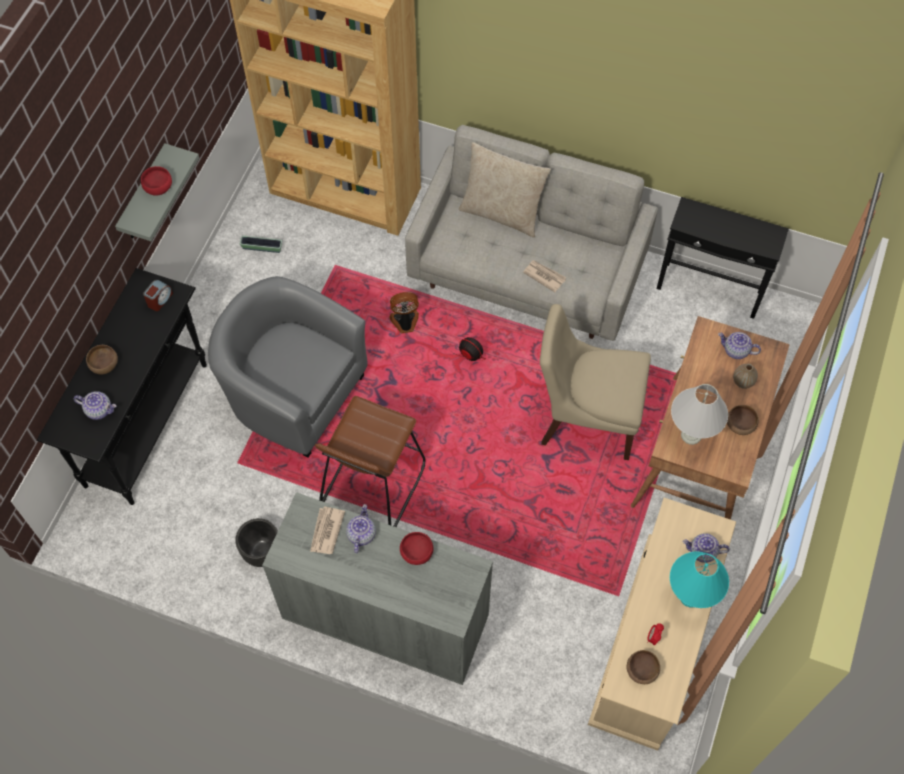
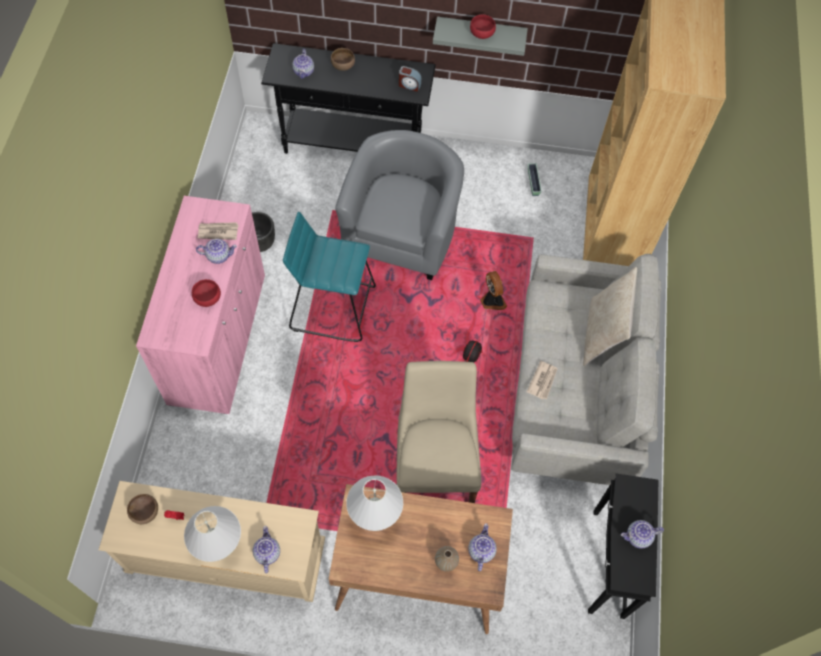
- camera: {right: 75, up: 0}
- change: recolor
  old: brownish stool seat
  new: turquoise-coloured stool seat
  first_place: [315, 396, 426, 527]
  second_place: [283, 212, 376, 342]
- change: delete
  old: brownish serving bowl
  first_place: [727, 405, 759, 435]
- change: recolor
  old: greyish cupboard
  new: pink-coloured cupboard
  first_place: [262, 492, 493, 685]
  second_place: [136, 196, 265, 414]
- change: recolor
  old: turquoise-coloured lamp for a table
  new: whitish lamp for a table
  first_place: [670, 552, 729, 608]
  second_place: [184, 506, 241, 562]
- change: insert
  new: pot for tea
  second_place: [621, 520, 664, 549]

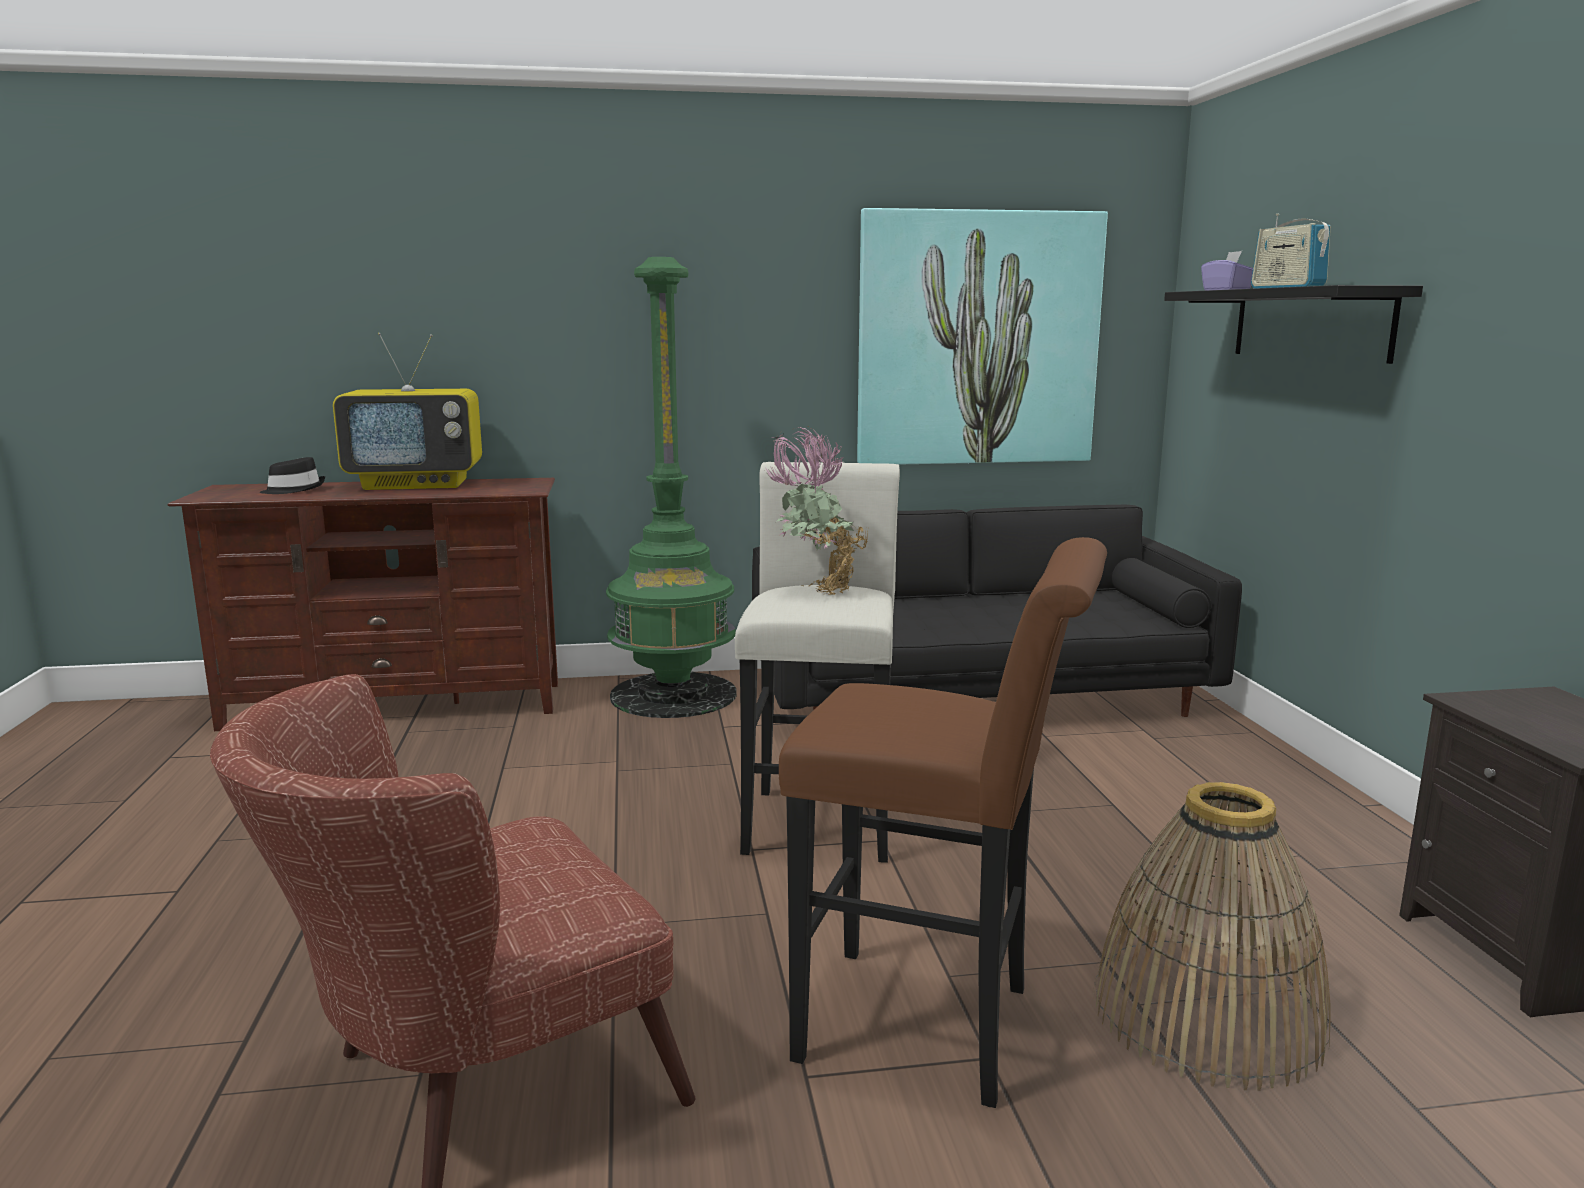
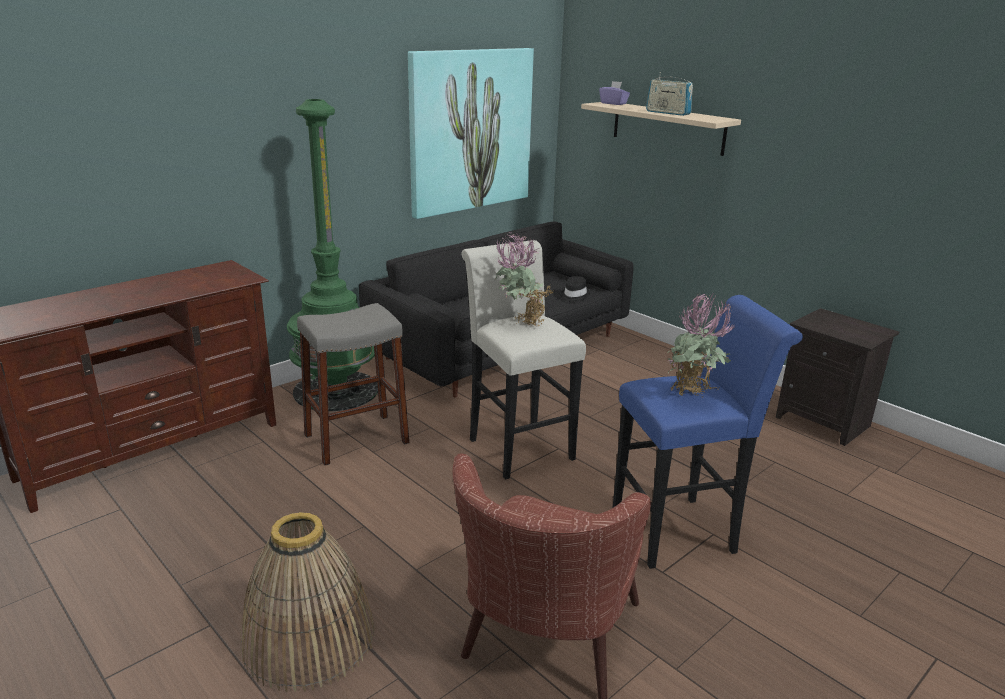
- camera: {right: -35, up: 10}
- change: recolor
  old: black-coloured bracket shelf
  new: beige-coloured bracket shelf
  first_place: [1164, 285, 1423, 364]
  second_place: [581, 102, 741, 156]
- change: delete
  old: TV set
  first_place: [333, 333, 482, 490]
- change: move
  old: black-coloured clothing hat
  first_place: [260, 457, 325, 494]
  second_place: [560, 276, 590, 302]
- change: recolor
  old: brownish stool seat
  new: blue-coloured stool seat
  first_place: [779, 537, 1107, 1108]
  second_place: [612, 295, 803, 569]
- change: move
  old: storage basket
  first_place: [1093, 782, 1330, 1091]
  second_place: [240, 512, 375, 692]
- change: insert
  new: potted plant
  second_place: [667, 290, 735, 397]
- change: insert
  new: greyish stool seat
  second_place: [297, 303, 410, 466]

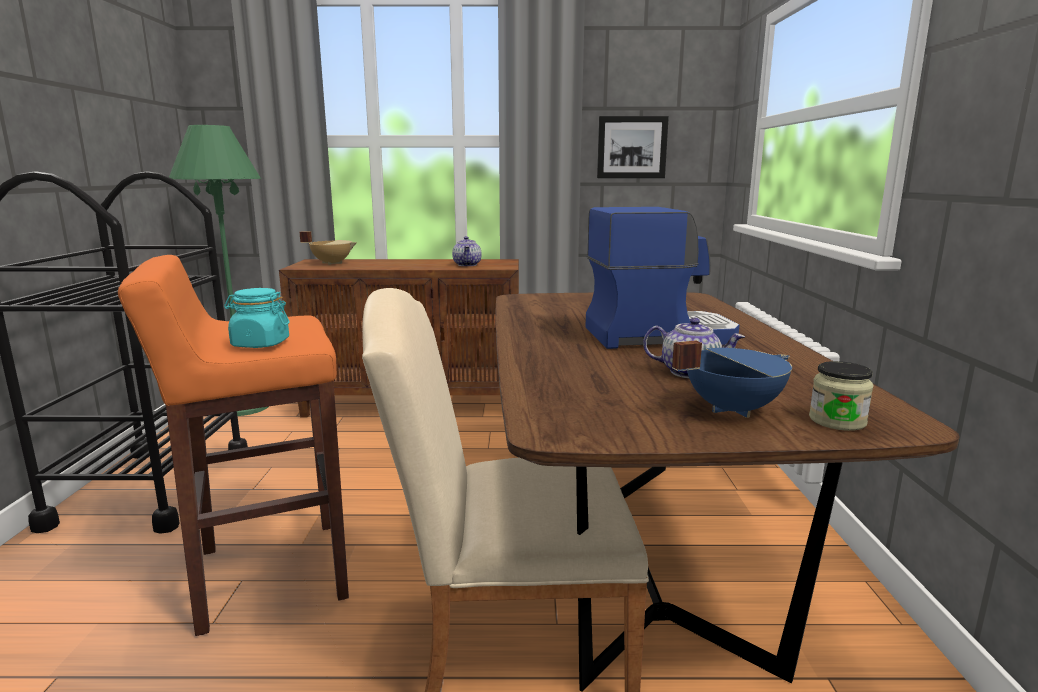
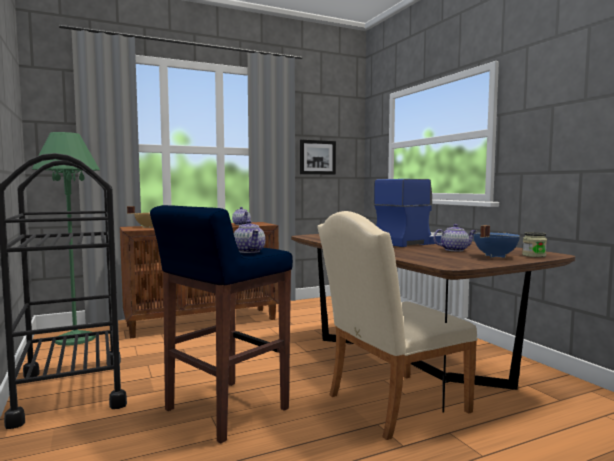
- camera: {right: -25, up: -10}
- change: recolor
  old: orange stool seat
  new: blue-coloured stool seat
  first_place: [118, 255, 349, 636]
  second_place: [150, 205, 293, 443]
- change: replace
  old: turquoise-coloured jar
  new: pot for tea
  first_place: [224, 288, 289, 348]
  second_place: [234, 220, 265, 253]

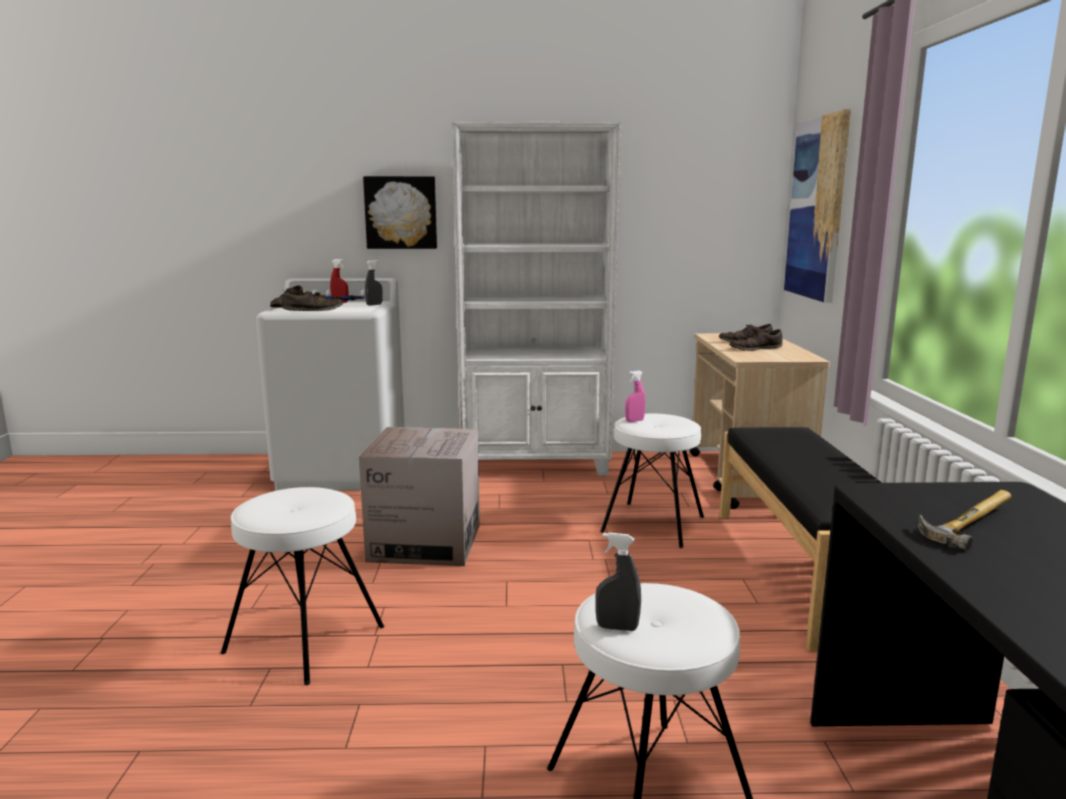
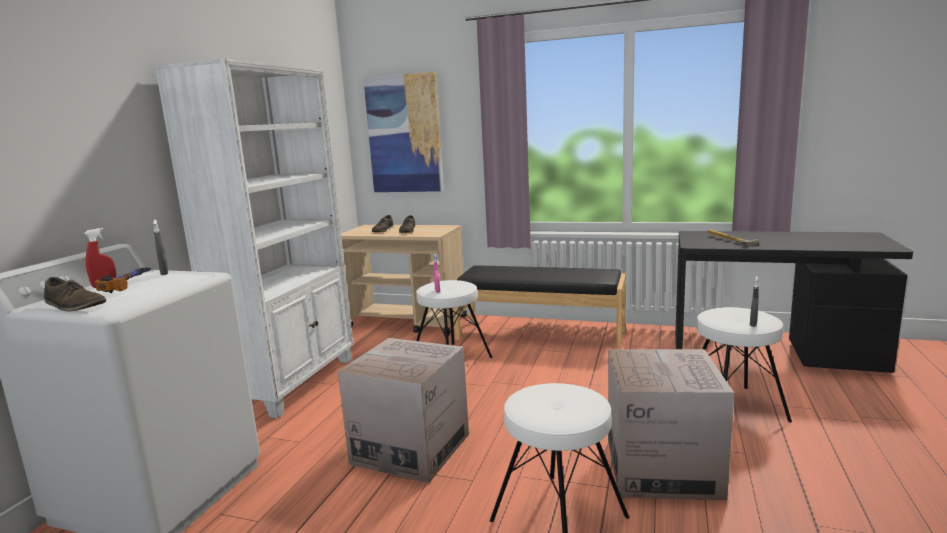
- camera: {right: -70, up: 0}
- change: delete
  old: wall picture
  first_place: [363, 176, 437, 249]
- change: delete
  old: brownish low shoe
  first_place: [282, 291, 343, 311]
- change: insert
  new: cardboard box
  second_place: [608, 349, 734, 500]

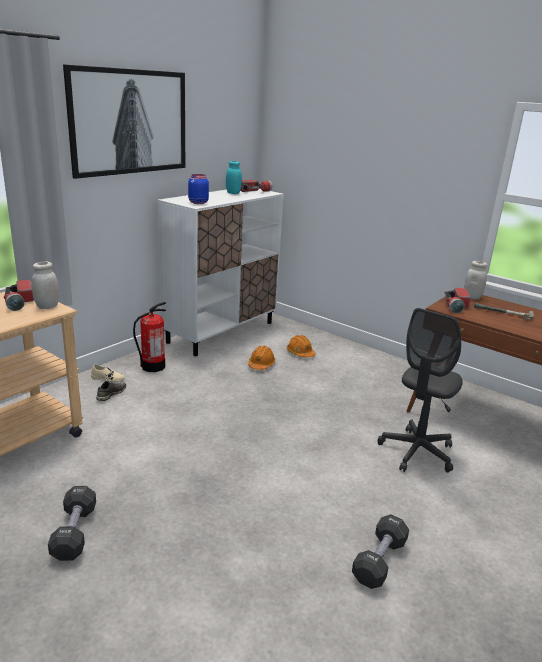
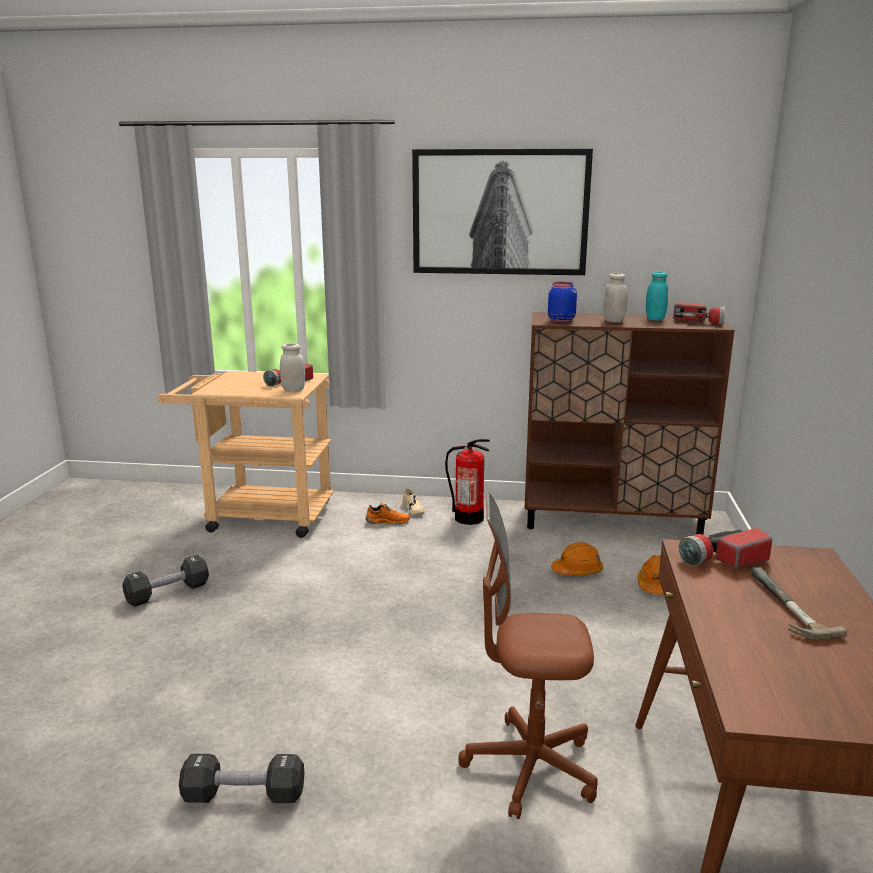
- camera: {right: 60, up: -5}
- change: recolor
  old: whitish cupboard
  new: brownish cupboard
  first_place: [158, 189, 284, 356]
  second_place: [524, 312, 735, 535]
- change: move
  old: whitish jar
  first_place: [464, 261, 488, 300]
  second_place: [604, 273, 628, 323]
- change: recolor
  old: greyish office chair
  new: brownish office chair
  first_place: [377, 308, 463, 473]
  second_place: [459, 493, 598, 819]
- change: recolor
  old: greyish low shoe
  new: orange low shoe
  first_place: [96, 381, 126, 401]
  second_place: [366, 503, 410, 524]

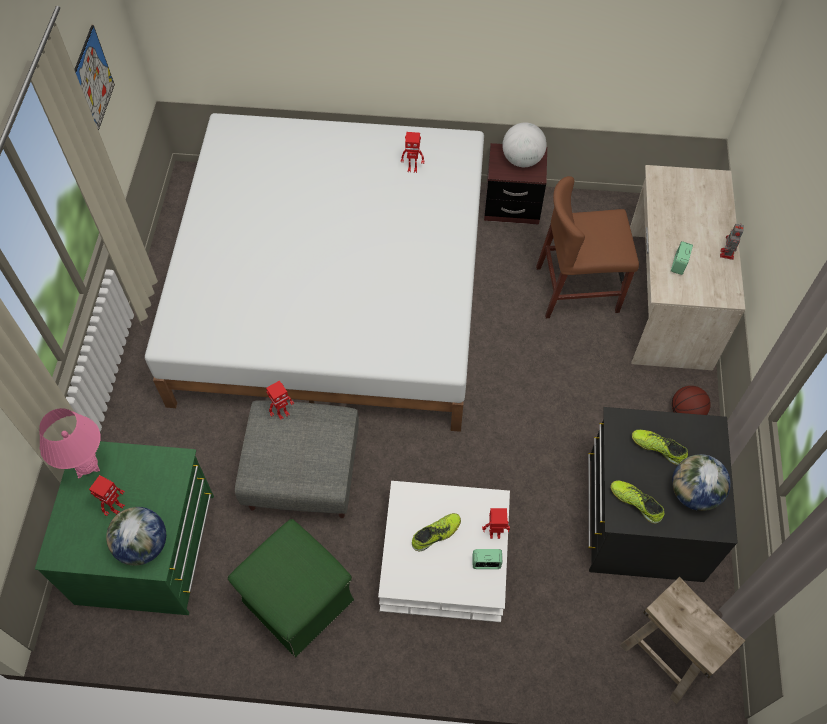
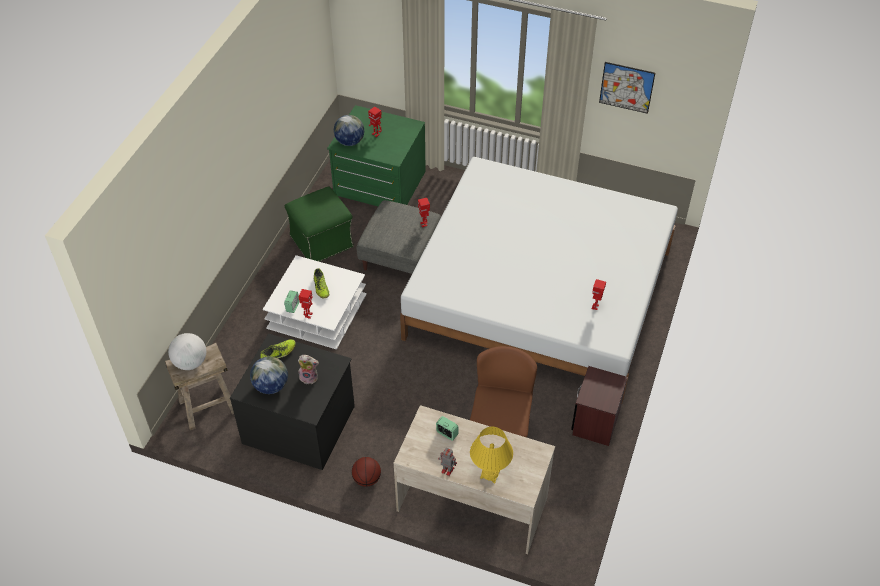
- camera: {right: 105, up: -10}
- change: move
  old: desk globe
  first_place: [502, 122, 547, 167]
  second_place: [168, 333, 206, 370]
- change: delete
  old: pink-coloured lamp for a table
  first_place: [39, 408, 100, 478]
- change: replace
  old: low shoe
  new: plush toy
  first_place: [632, 430, 688, 465]
  second_place: [298, 355, 319, 384]
- change: insert
  new: yellowish lamp for a table
  second_place: [470, 427, 513, 483]

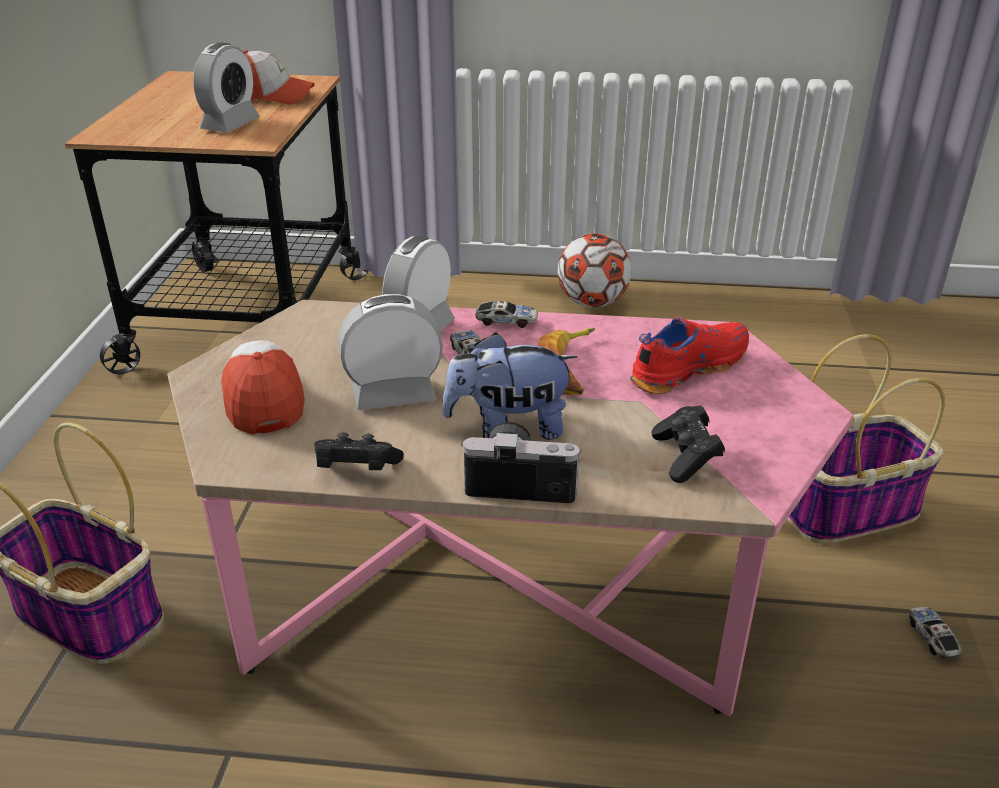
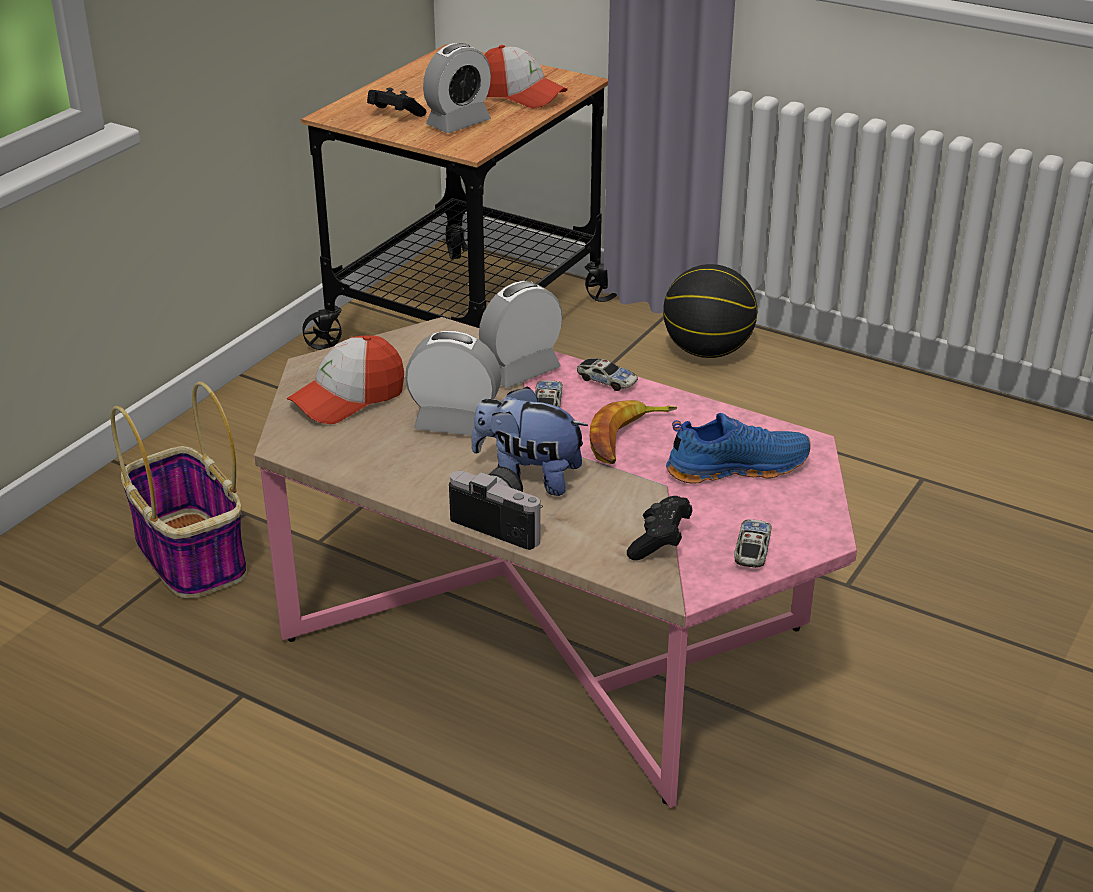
- camera: {right: 25, up: 0}
- change: delete
  old: football ball
  first_place: [557, 233, 632, 308]
- change: recolor
  old: red low shoe
  new: blue-coloured low shoe
  first_place: [630, 317, 749, 394]
  second_place: [666, 413, 811, 484]
- change: delete
  old: storage basket
  first_place: [787, 334, 945, 544]
- change: rotate
  old: peaked cap
  first_place: [221, 340, 305, 434]
  second_place: [287, 335, 404, 424]
  degrees: -135
- change: move
  old: black-coloured gamepad
  first_place: [314, 432, 404, 470]
  second_place: [367, 88, 427, 117]
- change: move
  old: model car
  first_place: [908, 607, 962, 659]
  second_place: [734, 519, 772, 568]
- change: insert
  new: ball for basketball
  second_place: [663, 264, 757, 358]

